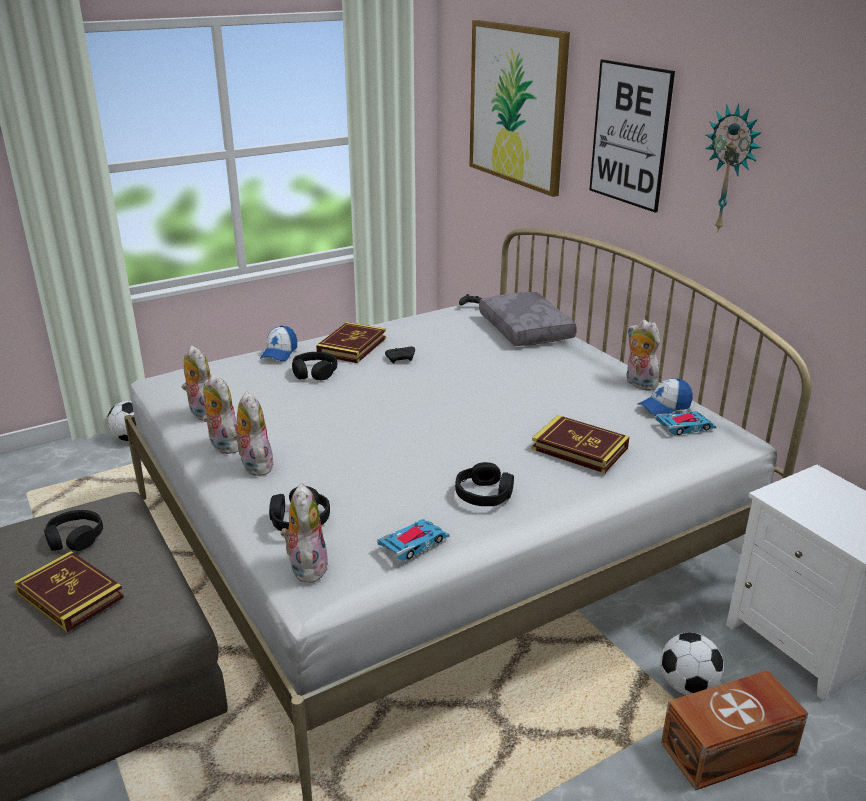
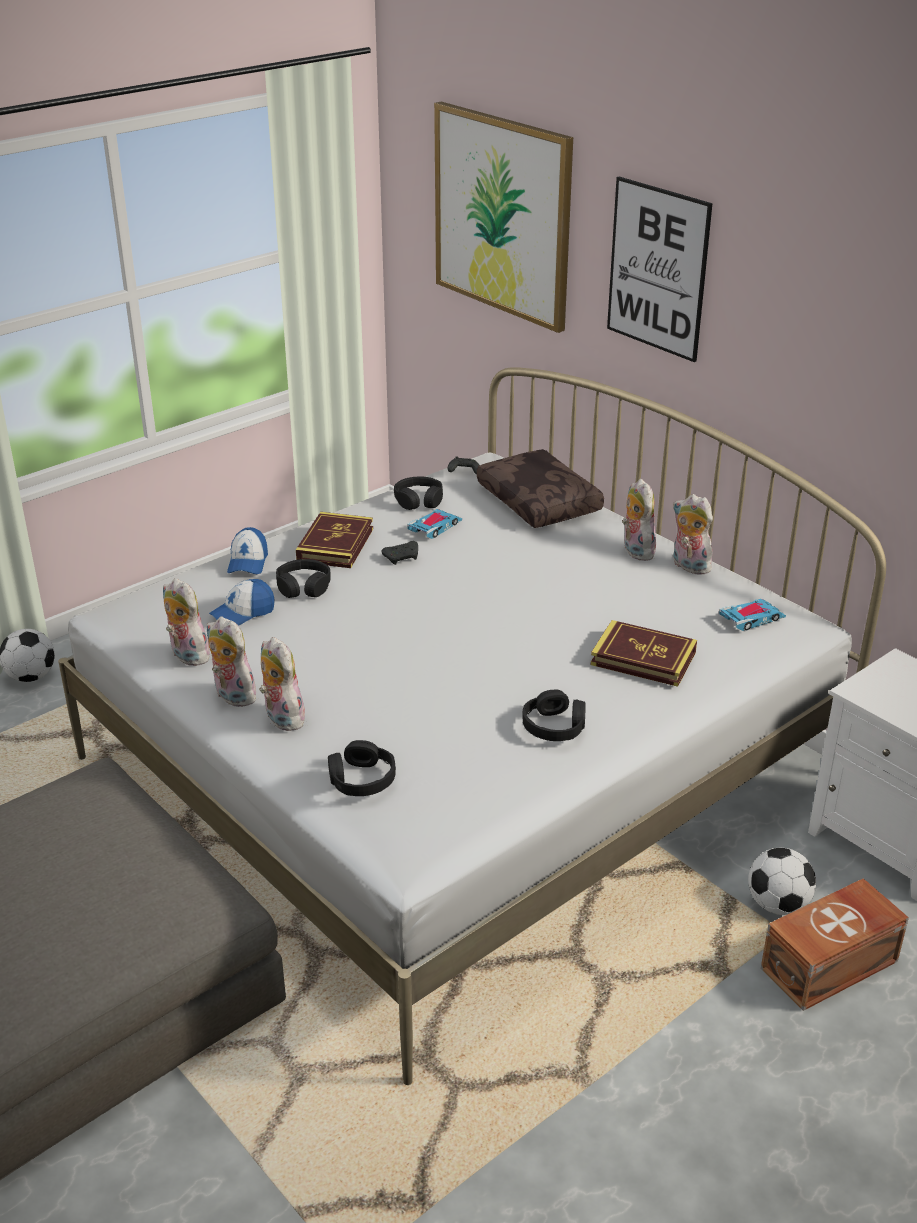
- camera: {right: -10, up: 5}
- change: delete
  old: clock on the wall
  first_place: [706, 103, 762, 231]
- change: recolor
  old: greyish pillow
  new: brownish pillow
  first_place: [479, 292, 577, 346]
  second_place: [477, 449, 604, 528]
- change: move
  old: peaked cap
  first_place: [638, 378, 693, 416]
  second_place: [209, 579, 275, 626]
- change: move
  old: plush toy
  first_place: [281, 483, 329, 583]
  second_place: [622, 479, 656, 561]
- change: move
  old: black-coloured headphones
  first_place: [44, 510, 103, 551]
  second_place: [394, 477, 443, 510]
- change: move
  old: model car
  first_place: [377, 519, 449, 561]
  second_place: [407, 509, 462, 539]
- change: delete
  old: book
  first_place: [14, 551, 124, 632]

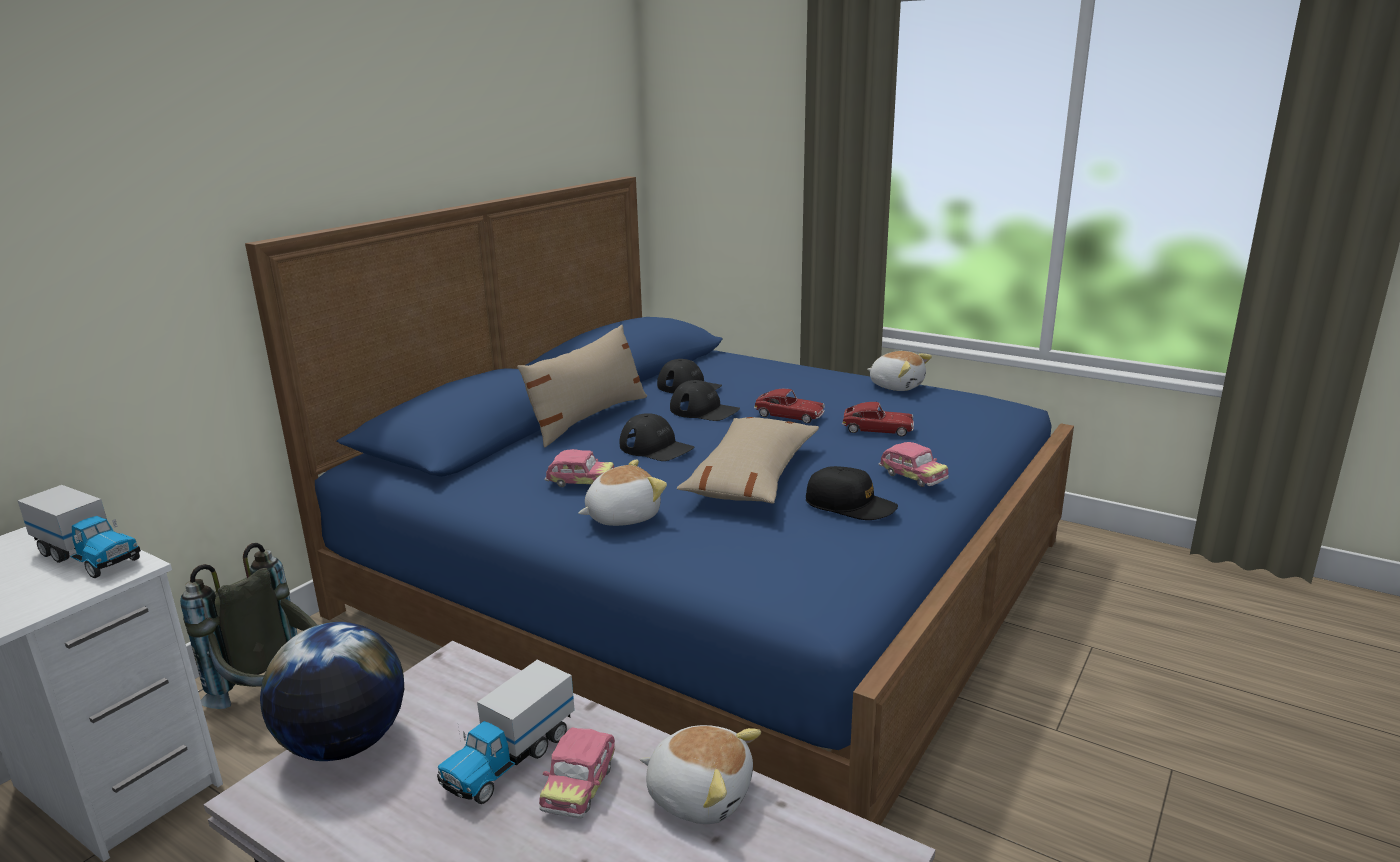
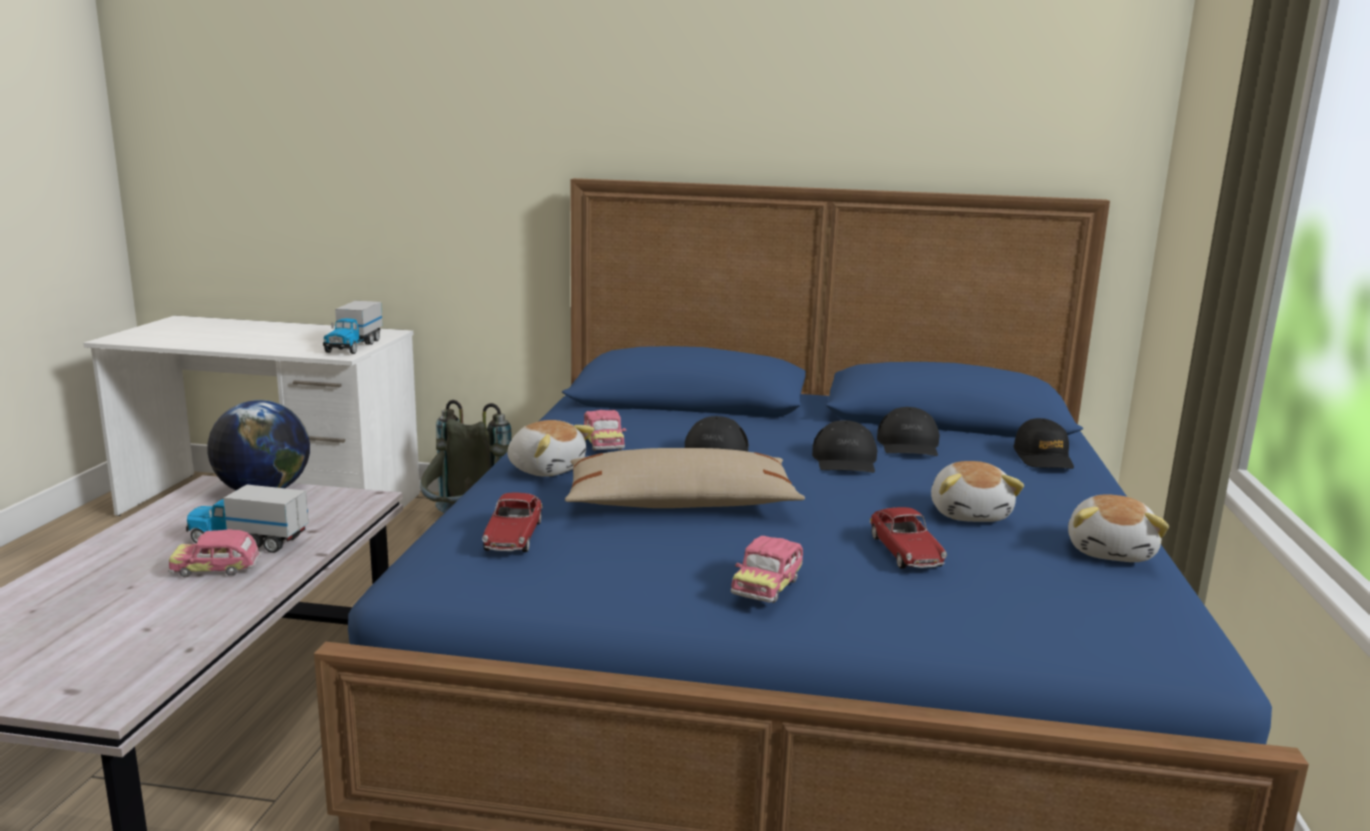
- camera: {right: 65, up: -5}
- change: delete
  old: beige-coloured pillow
  first_place: [517, 324, 647, 447]
- change: move
  old: model car
  first_place: [754, 389, 825, 423]
  second_place: [482, 493, 543, 552]
- change: move
  old: black-coloured peaked cap
  first_place: [806, 466, 898, 520]
  second_place: [1013, 418, 1074, 469]
- change: move
  old: plush toy
  first_place: [640, 725, 761, 824]
  second_place: [931, 461, 1024, 522]

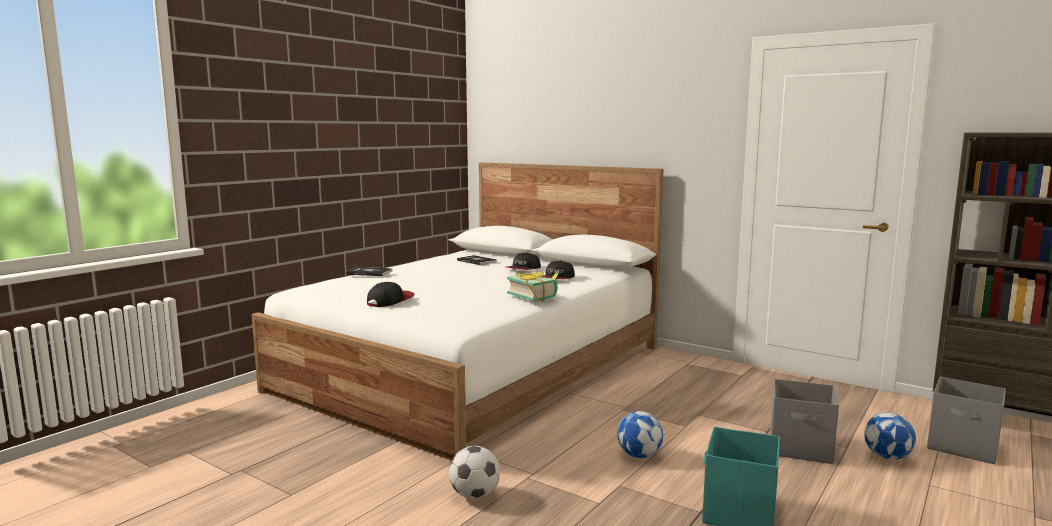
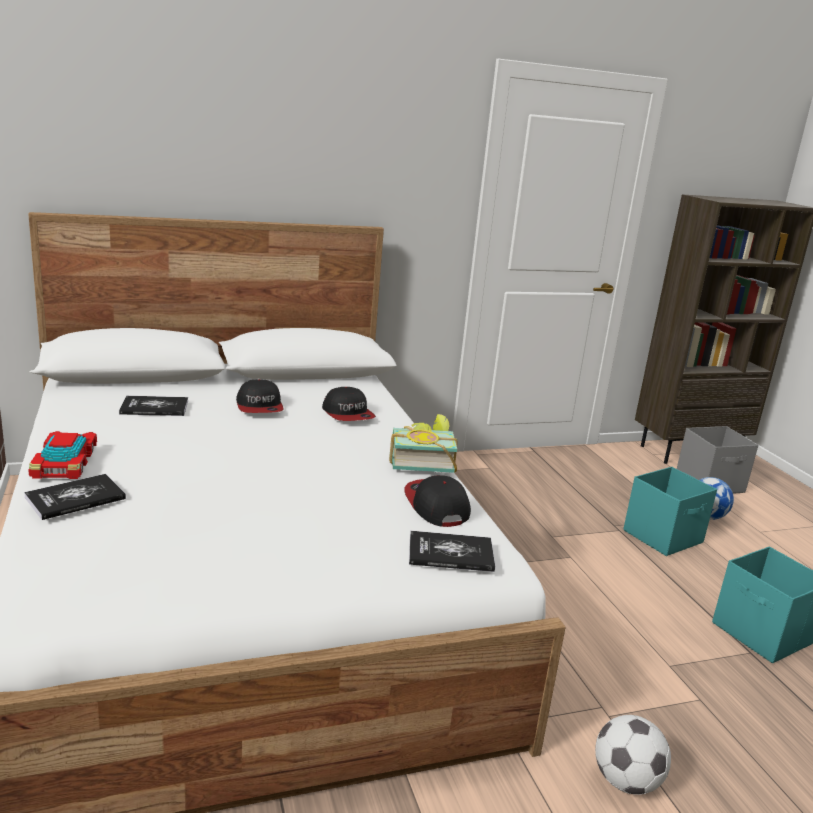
- camera: {right: -55, up: 10}
- change: move
  old: peaked cap
  first_place: [367, 282, 414, 307]
  second_place: [404, 475, 471, 527]
- change: recolor
  old: greyish storage container
  new: turquoise-coloured storage container
  first_place: [770, 379, 839, 464]
  second_place: [624, 467, 717, 556]
- change: delete
  old: football ball
  first_place: [617, 411, 663, 458]
- change: insert
  new: model car
  second_place: [28, 431, 97, 479]
- change: insert
  new: book
  second_place: [409, 531, 495, 572]

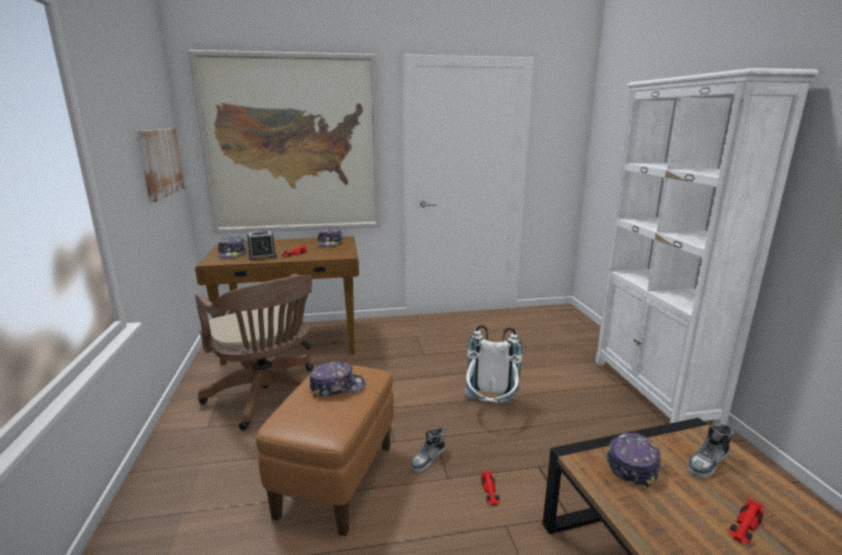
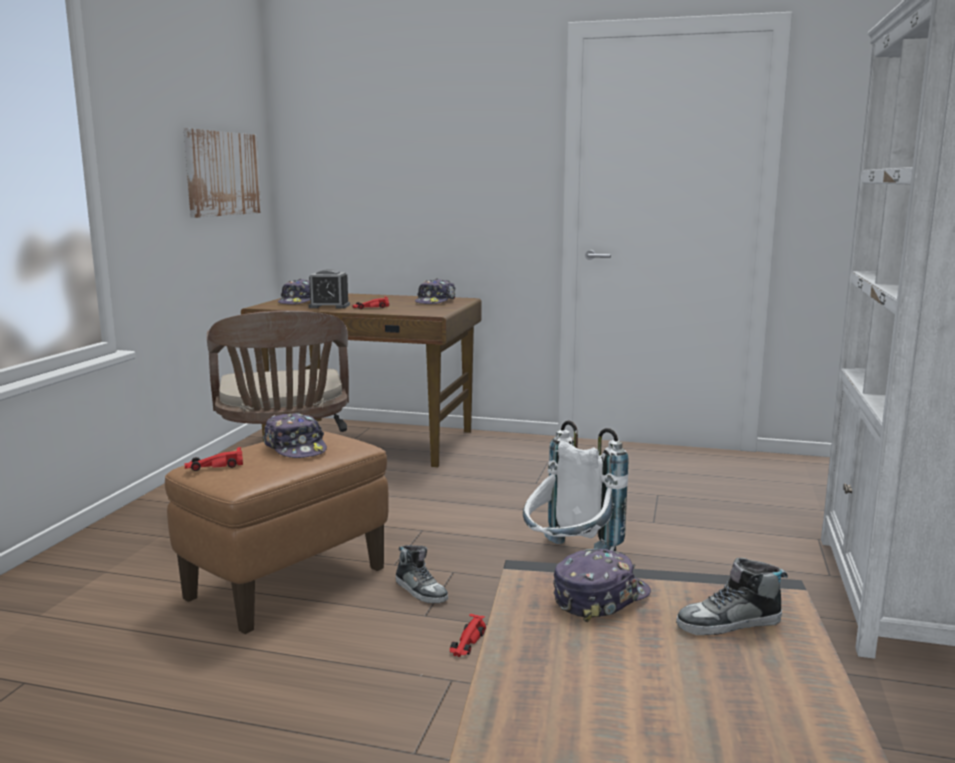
- camera: {right: 25, up: -5}
- change: delete
  old: wall picture
  first_place: [188, 50, 381, 233]
- change: rotate
  old: peaked cap
  first_place: [309, 362, 366, 397]
  second_place: [263, 412, 327, 458]
  degrees: 45
- change: rotate
  old: low shoe
  first_place: [411, 428, 445, 472]
  second_place: [396, 545, 448, 603]
  degrees: -105
- change: move
  old: red model car
  first_place: [729, 498, 765, 543]
  second_place: [185, 447, 243, 471]

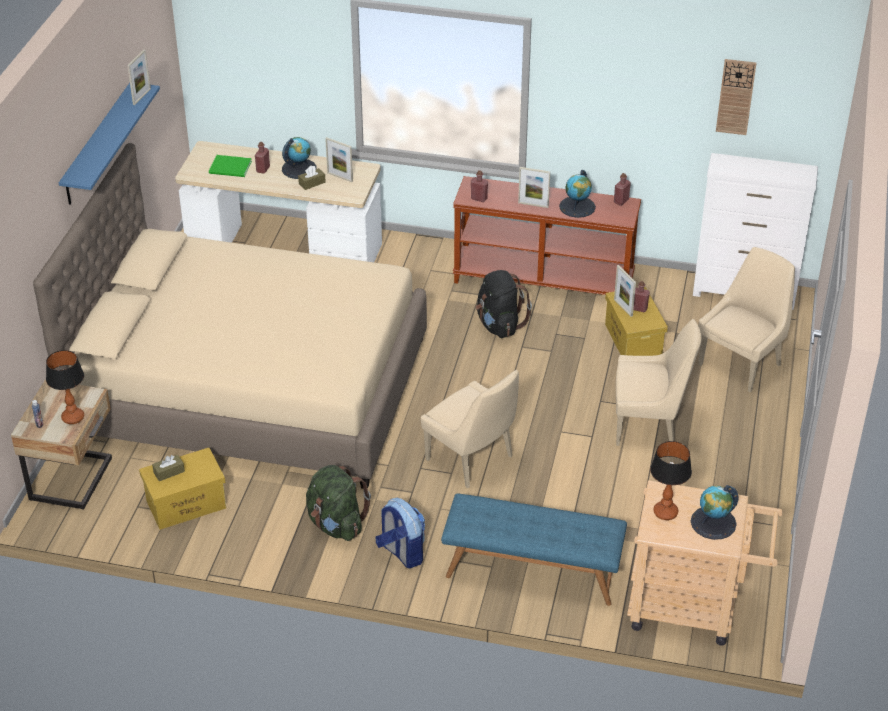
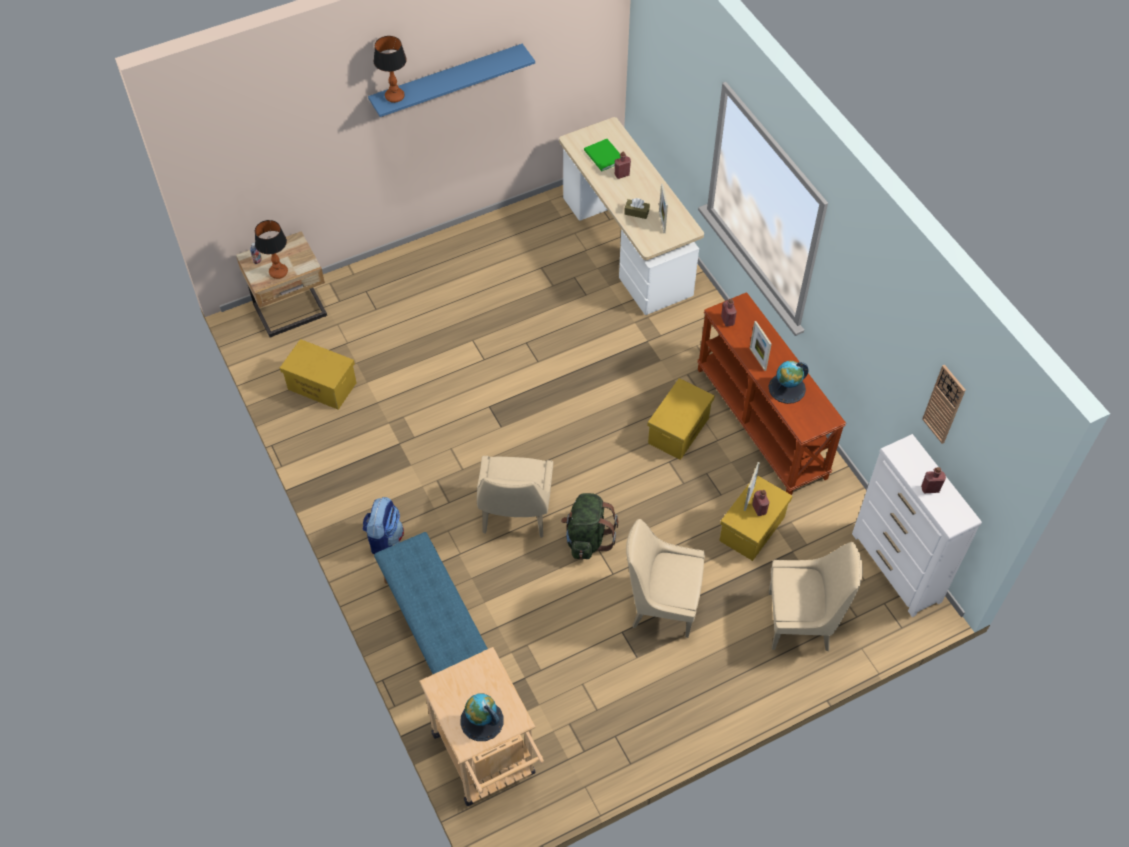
- camera: {right: 50, up: 15}
- change: delete
  old: standing frame
  first_place: [127, 50, 151, 105]
- change: delete
  old: desk globe
  first_place: [282, 137, 317, 179]
- change: delete
  old: beige-coloured sleeping bed
  first_place: [33, 143, 427, 489]
- change: move
  old: red drink bottle
  first_place: [614, 173, 631, 206]
  second_place: [921, 467, 946, 493]
- change: replace
  old: black-coloured knapsack
  new: yellowish storage container
  first_place: [475, 270, 532, 338]
  second_place: [647, 378, 715, 460]
- change: rotate
  old: beige-coloured plain chair
  first_place: [616, 319, 701, 446]
  second_place: [626, 519, 705, 638]
  degrees: 135
- change: move
  old: lamp for a table
  first_place: [650, 441, 692, 520]
  second_place: [374, 36, 407, 103]
- change: delete
  old: brownish box of tissues
  first_place: [152, 455, 185, 481]
- change: move
  old: green-coloured knapsack
  first_place: [306, 465, 371, 541]
  second_place: [561, 493, 618, 560]

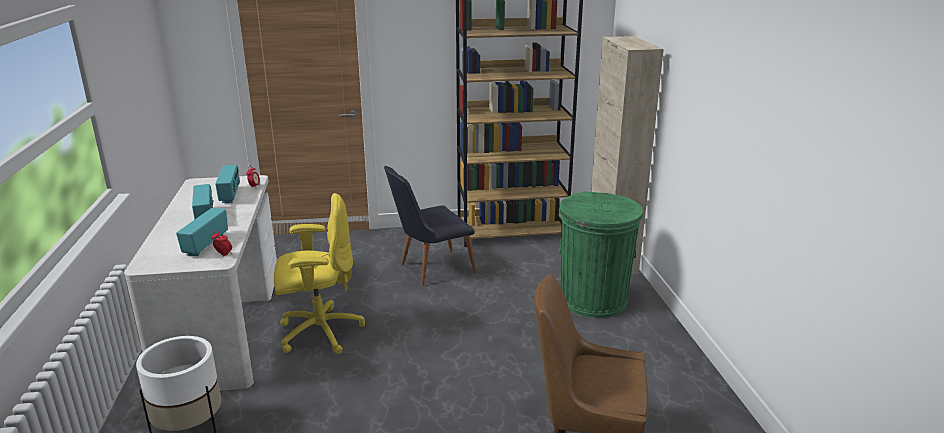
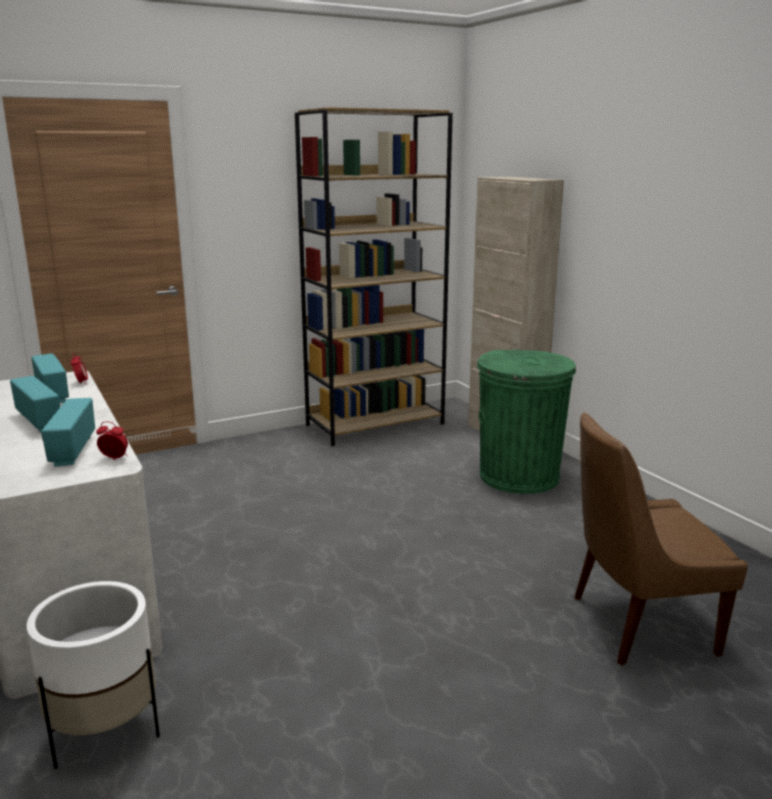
- camera: {right: -20, up: -5}
- change: delete
  old: black-coloured plain chair
  first_place: [384, 166, 477, 286]
- change: delete
  old: yellowish office chair
  first_place: [274, 193, 365, 354]

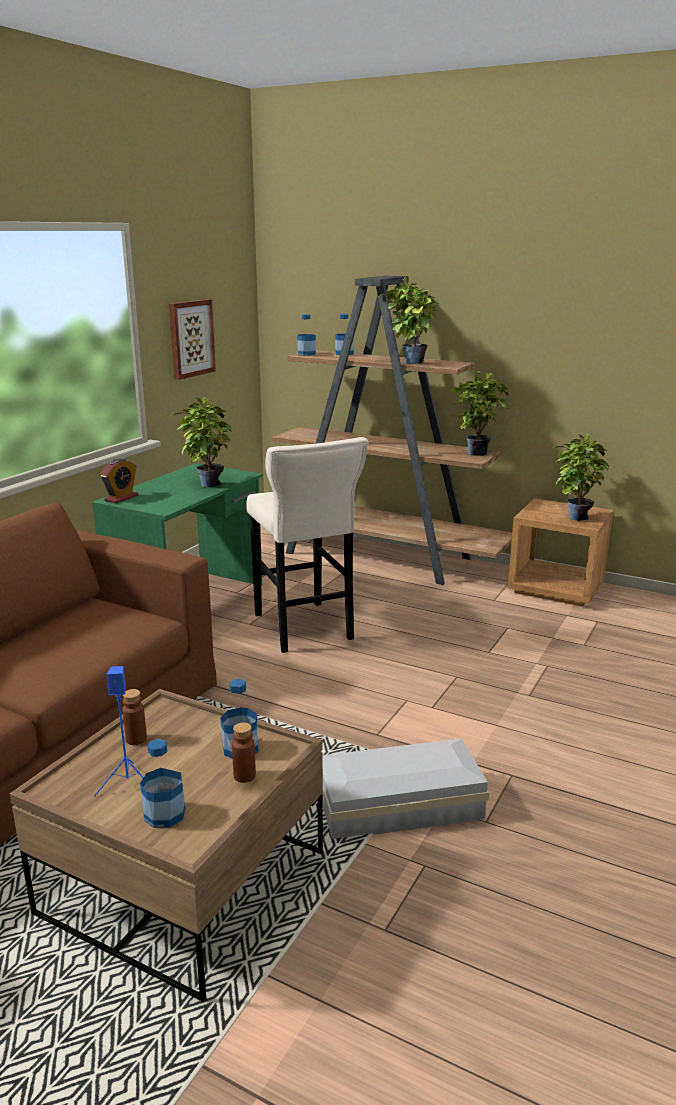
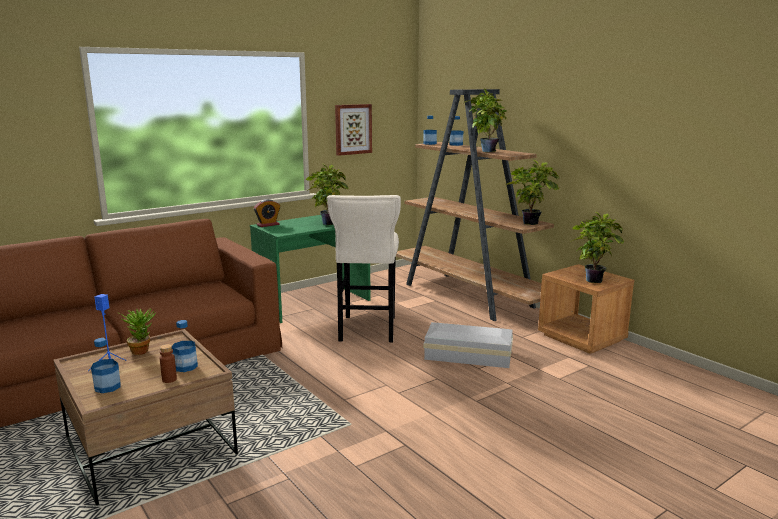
- camera: {right: 25, up: -5}
- change: replace
  old: brownish drink bottle
  new: potted plant
  first_place: [122, 689, 147, 745]
  second_place: [119, 309, 156, 355]
- change: move
  old: whitish storage container
  first_place: [322, 738, 489, 839]
  second_place: [424, 322, 513, 368]

